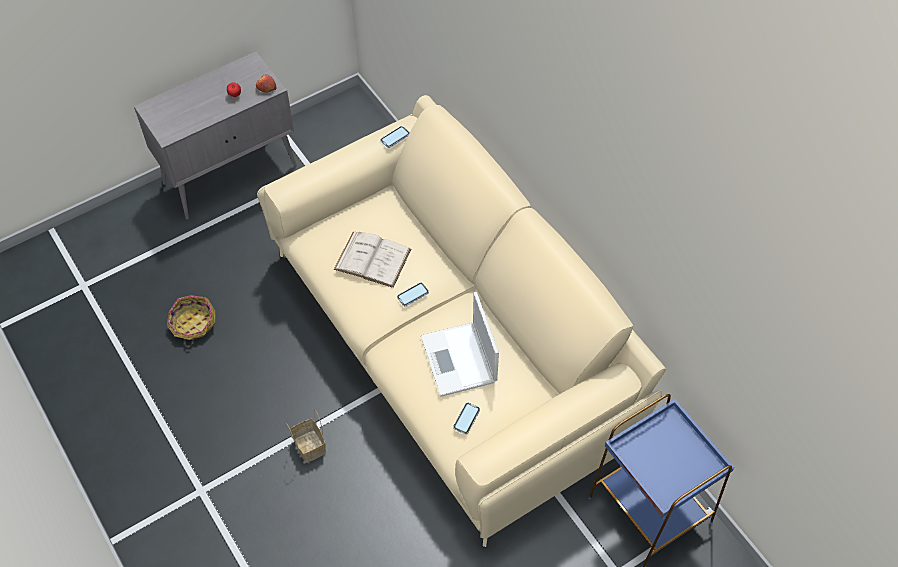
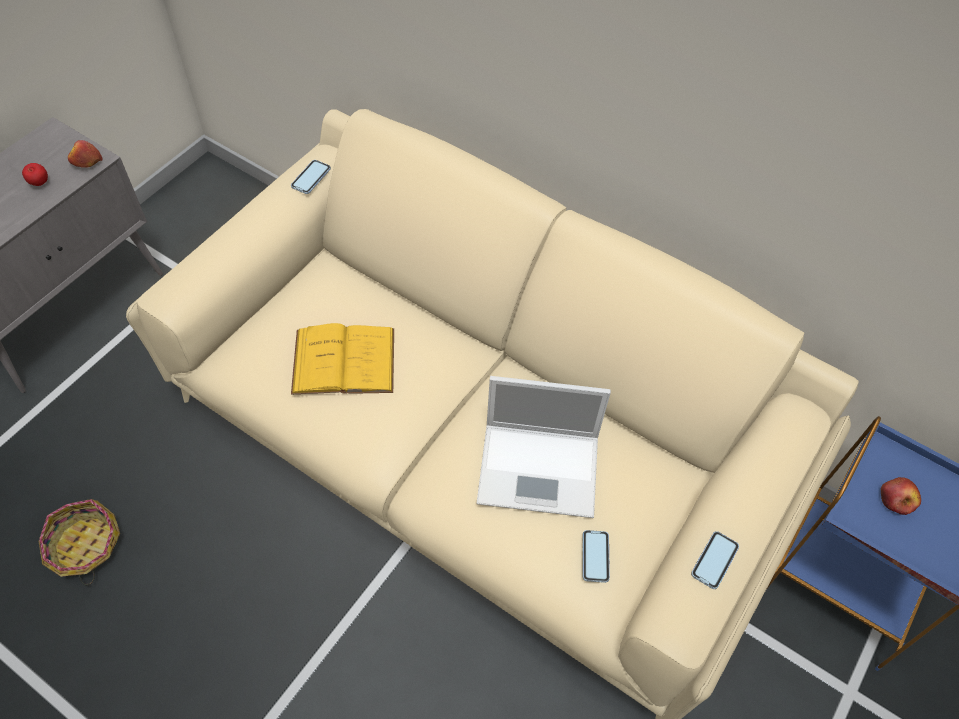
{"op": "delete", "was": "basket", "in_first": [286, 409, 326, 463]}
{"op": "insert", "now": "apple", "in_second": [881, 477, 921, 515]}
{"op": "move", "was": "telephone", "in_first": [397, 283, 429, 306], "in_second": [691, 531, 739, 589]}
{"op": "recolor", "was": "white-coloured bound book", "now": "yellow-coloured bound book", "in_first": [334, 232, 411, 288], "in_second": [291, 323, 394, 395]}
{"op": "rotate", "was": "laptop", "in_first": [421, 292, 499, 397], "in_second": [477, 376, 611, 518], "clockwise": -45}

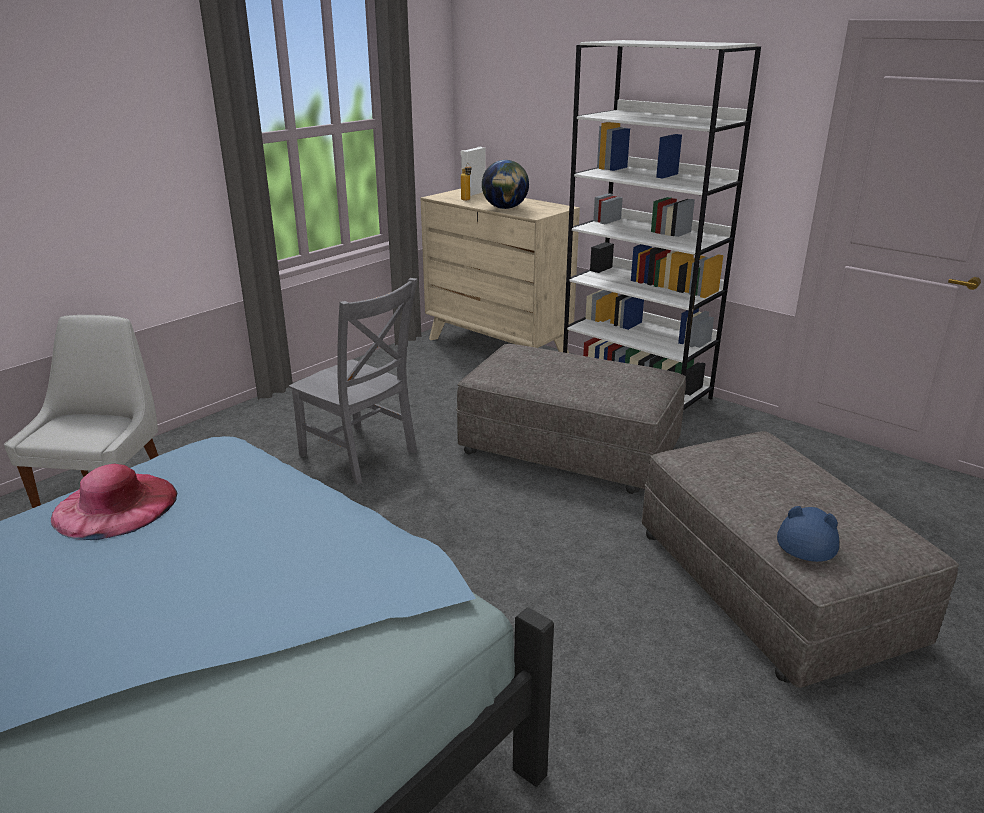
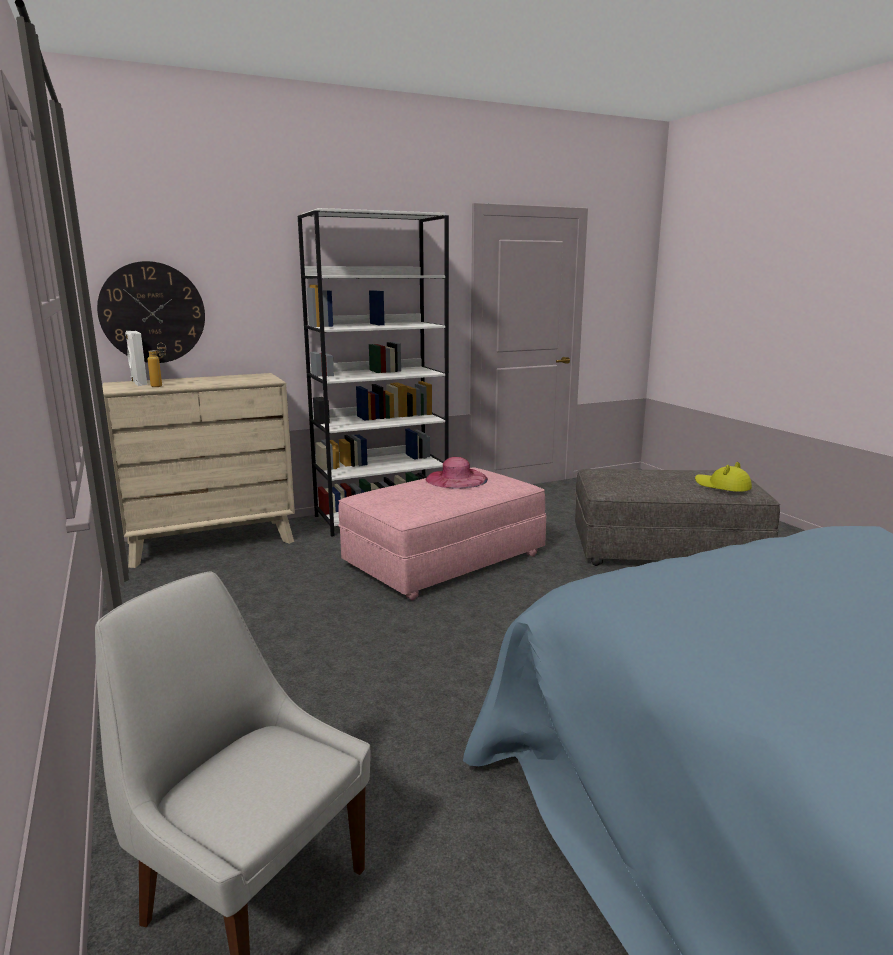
{"op": "delete", "was": "greyish chair", "in_first": [289, 278, 418, 485]}
{"op": "delete", "was": "world globe", "in_first": [482, 160, 529, 209]}
{"op": "insert", "now": "wall clock", "in_second": [97, 261, 205, 363]}
{"op": "move", "was": "pink wearable hat", "in_first": [51, 463, 177, 540], "in_second": [426, 457, 488, 489]}
{"op": "recolor", "was": "greyish footrest", "now": "pink footrest", "in_first": [456, 344, 686, 494], "in_second": [338, 467, 546, 600]}
{"op": "recolor", "was": "bluish wearable hat", "now": "yellow-coloured wearable hat", "in_first": [777, 506, 839, 562], "in_second": [695, 462, 752, 492]}

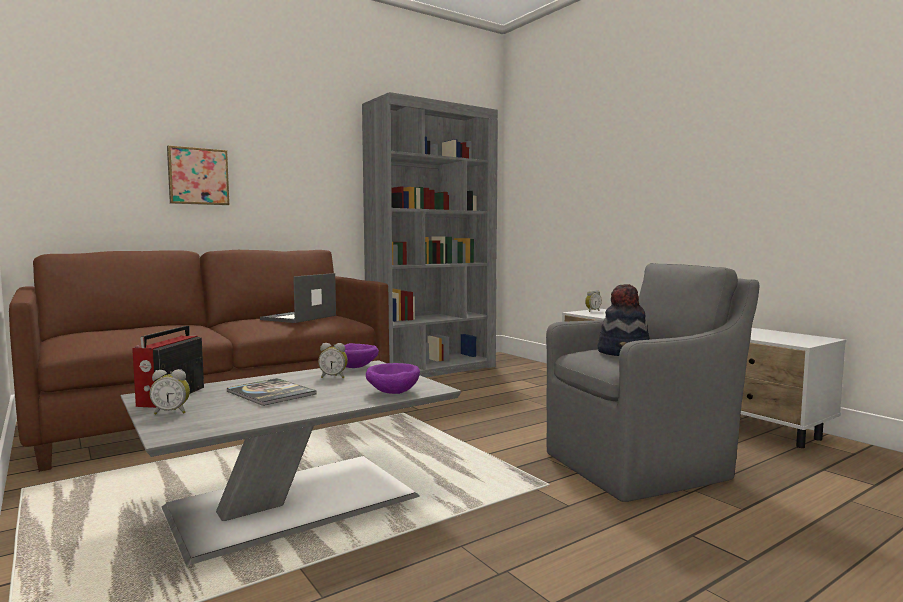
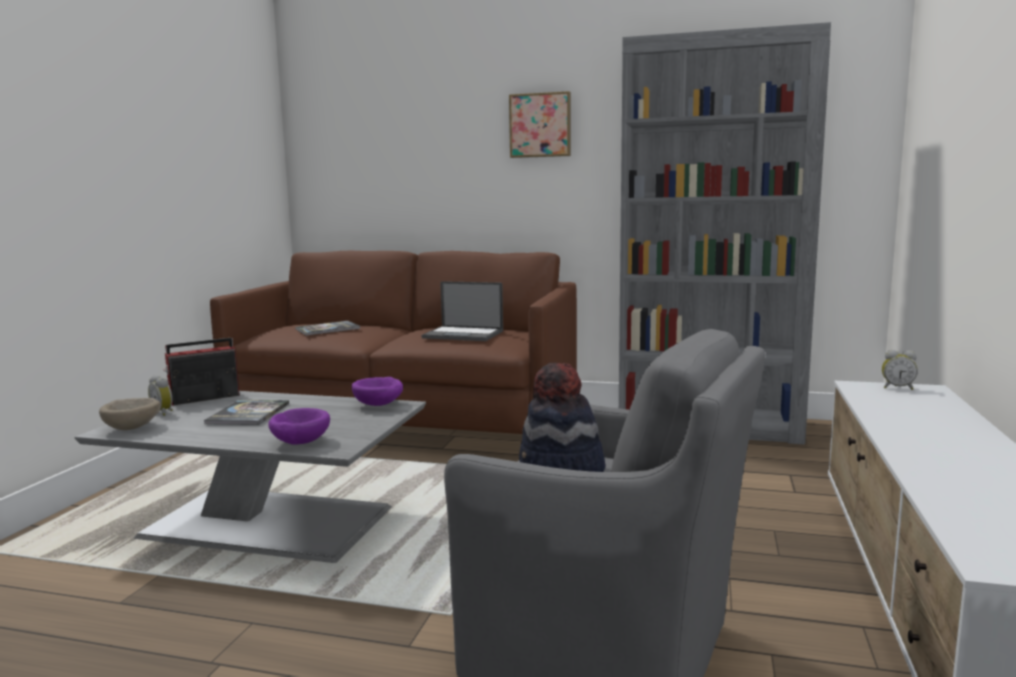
{"op": "delete", "was": "table clock", "in_first": [318, 343, 348, 378]}
{"op": "insert", "now": "beige-coloured deep dish", "in_second": [99, 398, 161, 430]}
{"op": "insert", "now": "bound book", "in_second": [295, 321, 360, 336]}
{"op": "move", "was": "wall art", "in_first": [167, 145, 229, 205], "in_second": [509, 91, 571, 158]}
{"op": "rotate", "was": "laptop", "in_first": [260, 273, 336, 323], "in_second": [422, 281, 503, 341], "clockwise": -150}

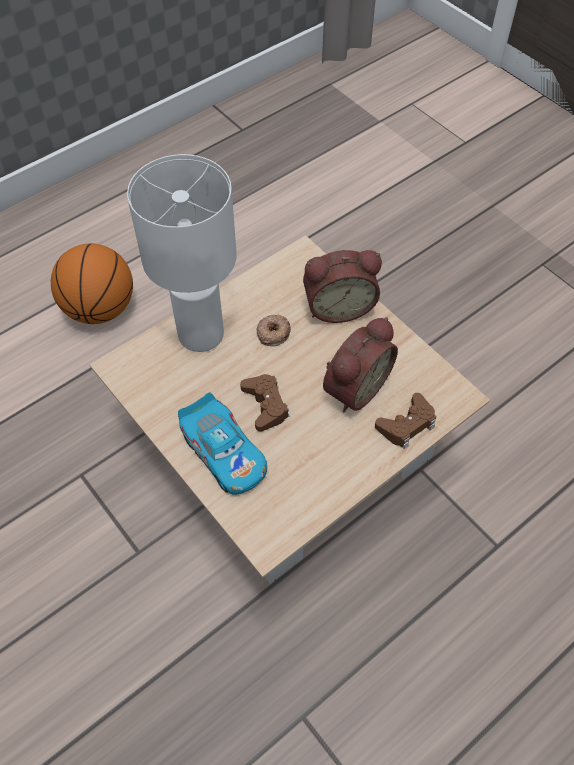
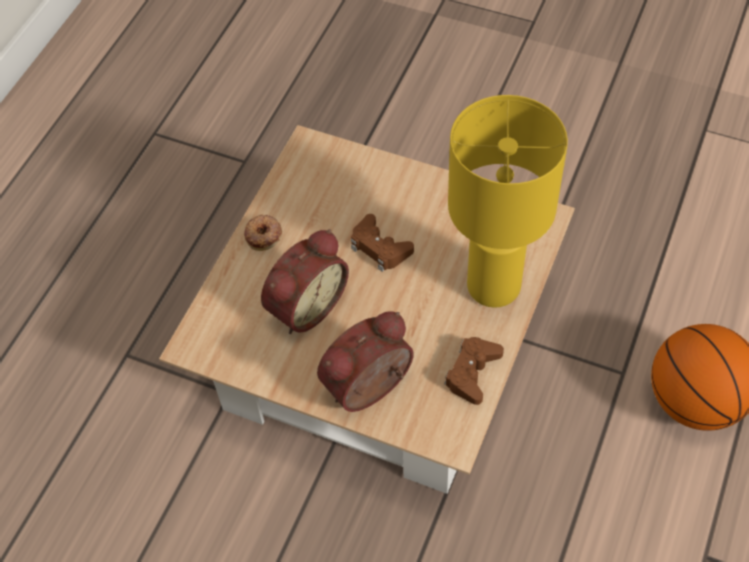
{"op": "delete", "was": "toy car", "in_first": [178, 393, 267, 495]}
{"op": "move", "was": "ring doughnut", "in_first": [257, 315, 291, 346], "in_second": [244, 214, 282, 251]}
{"op": "move", "was": "brown-coloured gamepad", "in_first": [375, 393, 436, 449], "in_second": [444, 337, 504, 405]}
{"op": "recolor", "was": "white-coloured lamp for a table", "now": "yellow-coloured lamp for a table", "in_first": [127, 154, 237, 352], "in_second": [448, 95, 568, 308]}
{"op": "rotate", "was": "table clock", "in_first": [323, 317, 398, 412], "in_second": [261, 229, 349, 334], "clockwise": -150}

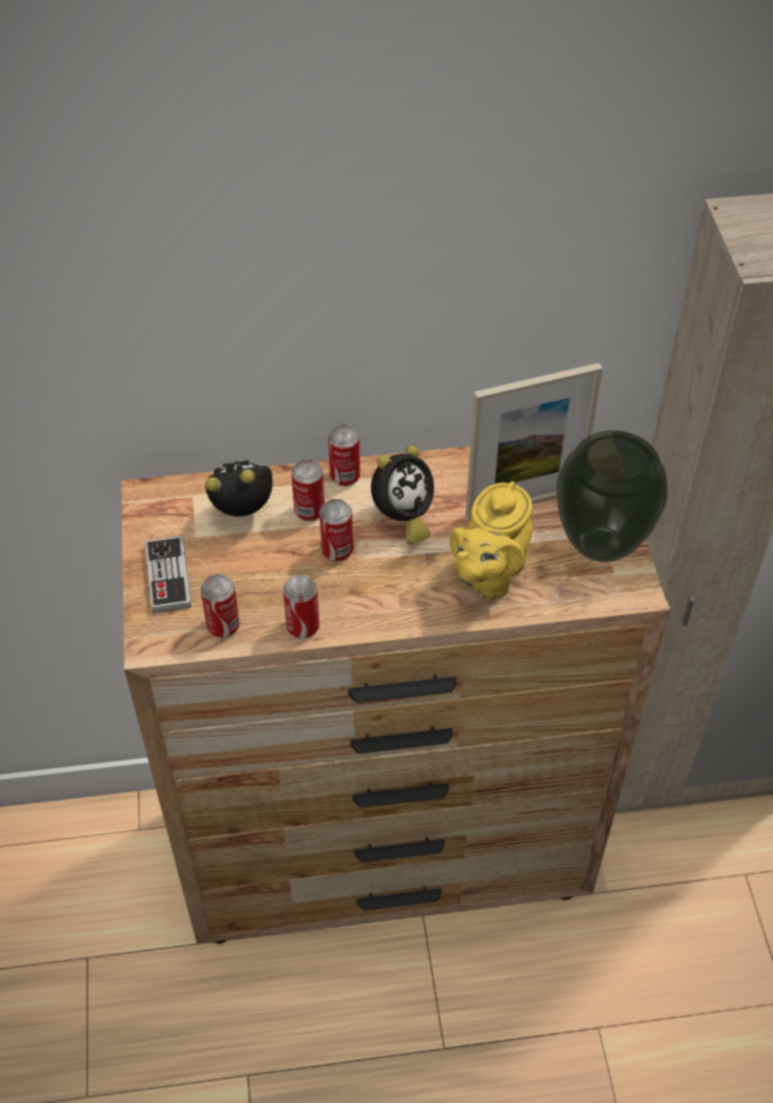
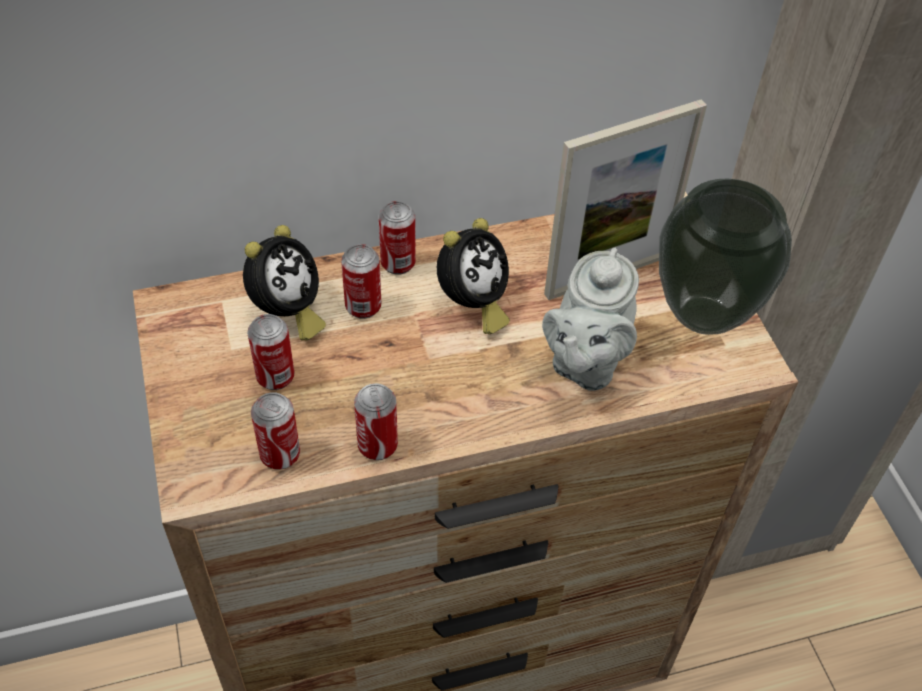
{"op": "delete", "was": "gamepad", "in_first": [145, 535, 191, 613]}
{"op": "move", "was": "can", "in_first": [319, 499, 353, 562], "in_second": [247, 314, 295, 390]}
{"op": "recolor", "was": "yellow-coloured tea pot", "now": "greyish tea pot", "in_first": [450, 481, 533, 600], "in_second": [542, 248, 639, 391]}
{"op": "rotate", "was": "table clock", "in_first": [205, 460, 273, 517], "in_second": [243, 225, 326, 341], "clockwise": 135}

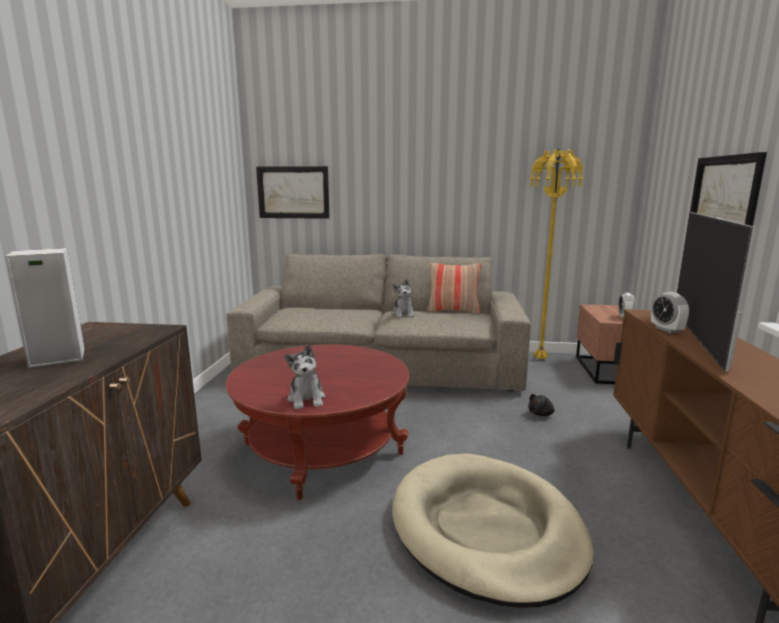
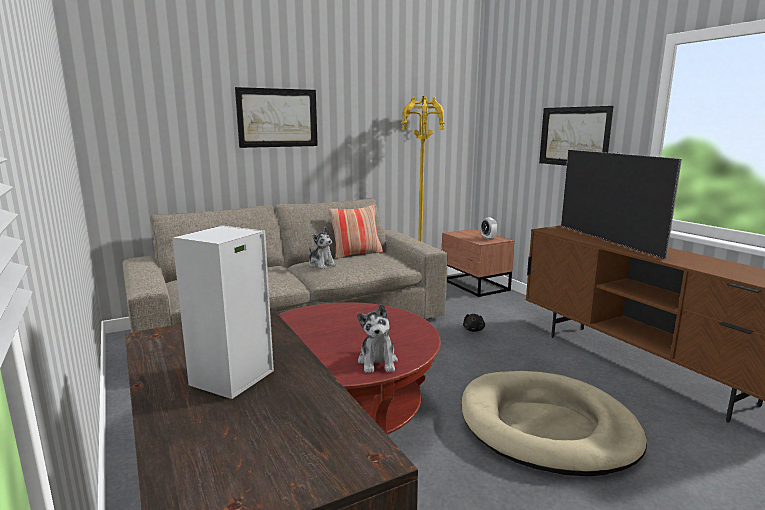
{"op": "delete", "was": "table clock", "in_first": [651, 292, 689, 333]}
{"op": "move", "was": "wall art", "in_first": [256, 166, 329, 219], "in_second": [235, 87, 318, 148]}
{"op": "rotate", "was": "cuddly toy", "in_first": [285, 344, 325, 409], "in_second": [357, 304, 398, 373], "clockwise": 45}

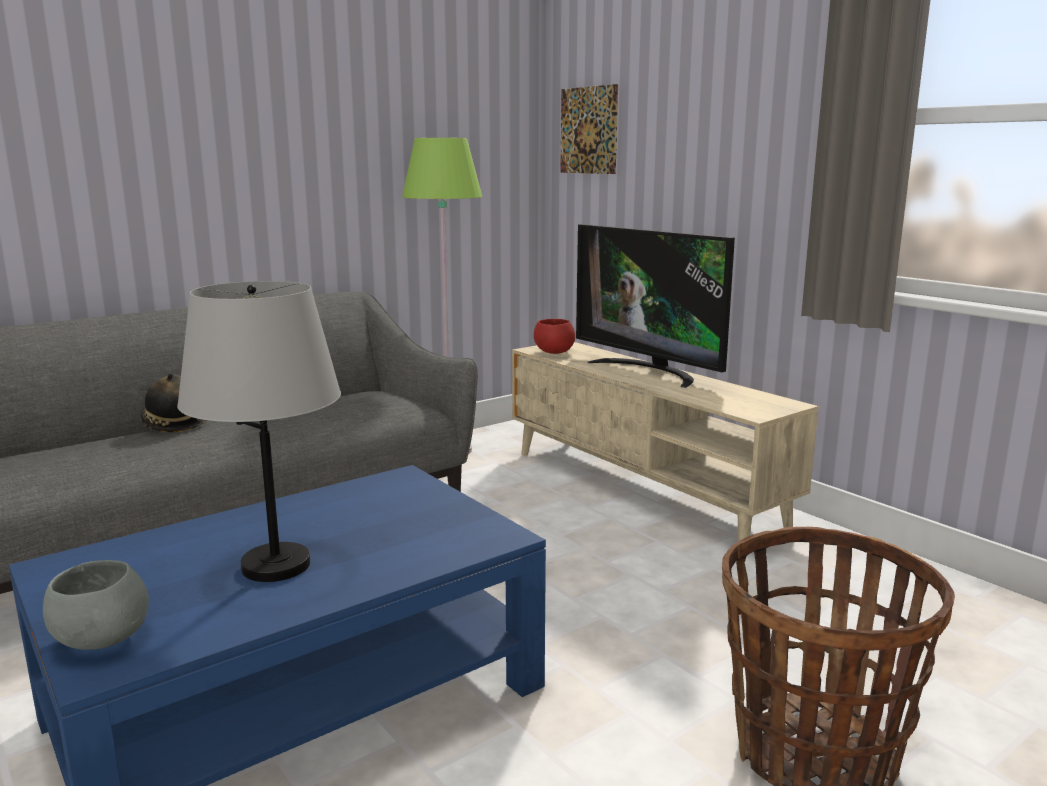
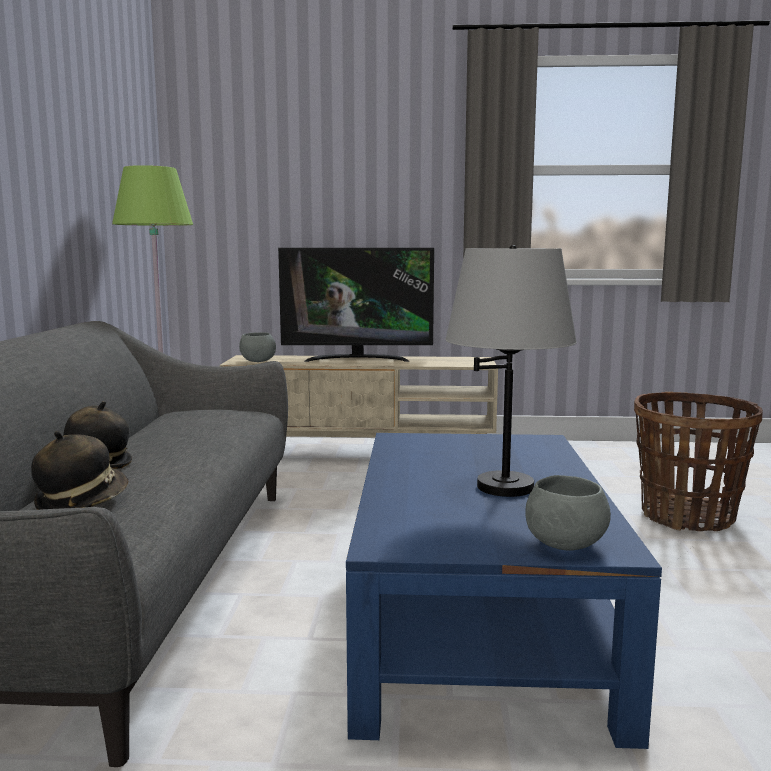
{"op": "delete", "was": "wall art", "in_first": [560, 84, 618, 174]}
{"op": "insert", "now": "wearable hat", "in_second": [31, 431, 128, 510]}
{"op": "recolor", "was": "reddish deep dish", "now": "greyish deep dish", "in_first": [534, 319, 575, 354], "in_second": [239, 332, 276, 362]}

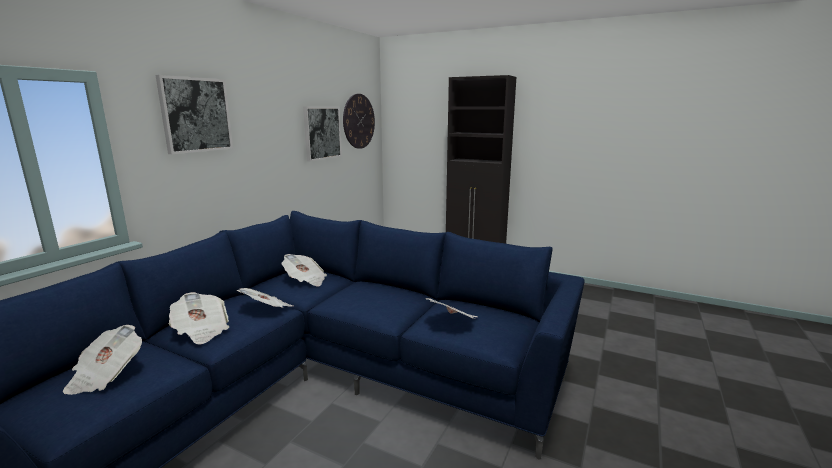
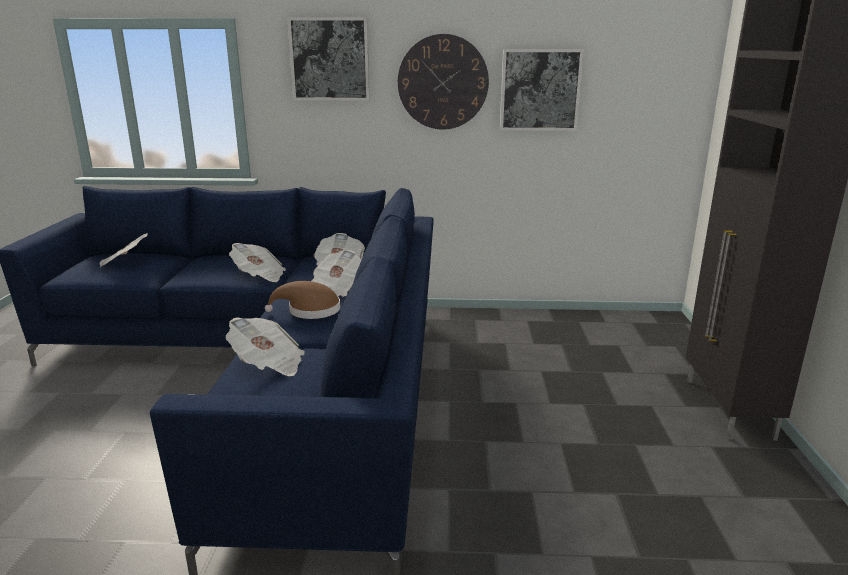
{"op": "insert", "now": "brown-coloured wearable hat", "in_second": [265, 281, 340, 319]}
{"op": "move", "was": "daily paper", "in_first": [169, 292, 229, 344], "in_second": [312, 250, 362, 297]}
{"op": "move", "was": "wall clock", "in_first": [343, 94, 375, 149], "in_second": [398, 34, 489, 129]}

